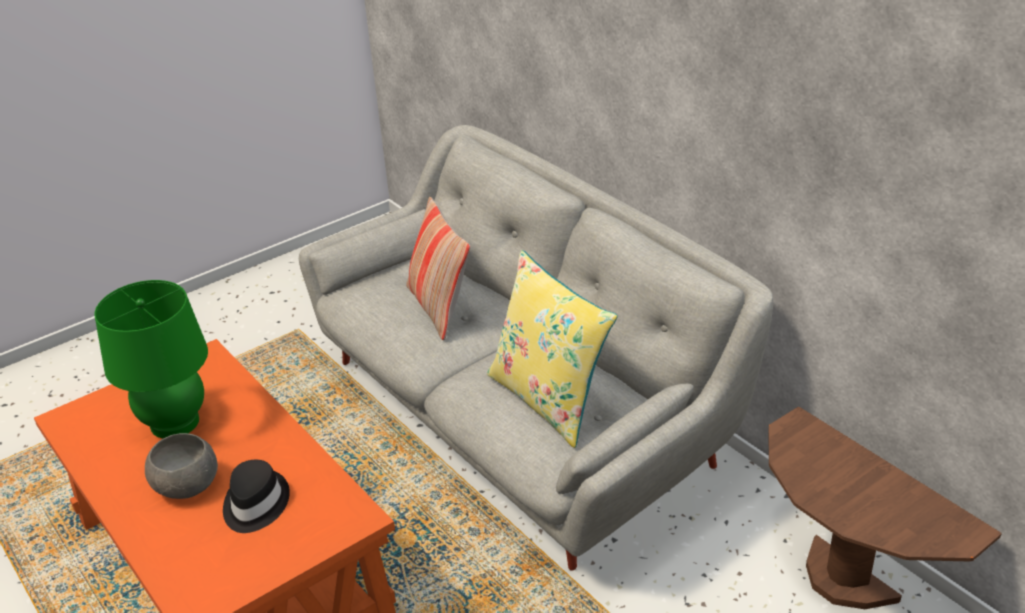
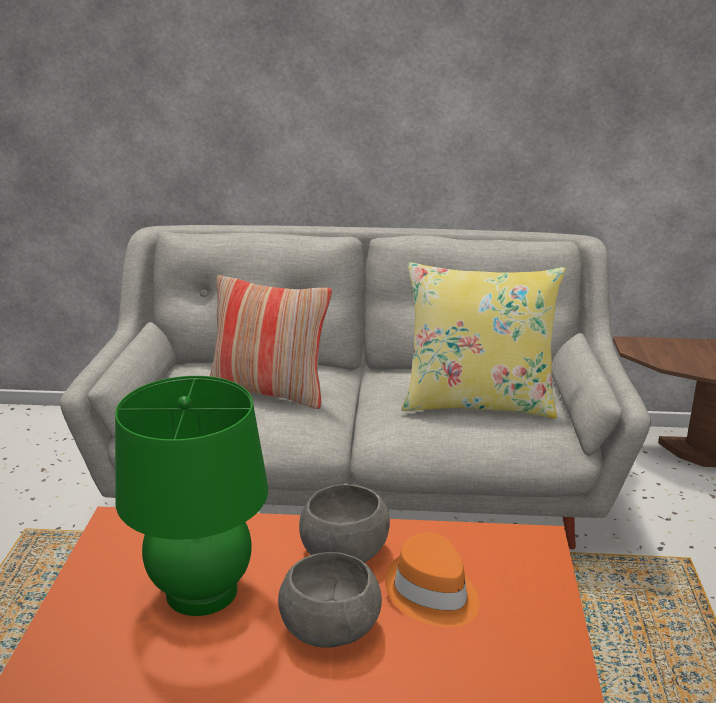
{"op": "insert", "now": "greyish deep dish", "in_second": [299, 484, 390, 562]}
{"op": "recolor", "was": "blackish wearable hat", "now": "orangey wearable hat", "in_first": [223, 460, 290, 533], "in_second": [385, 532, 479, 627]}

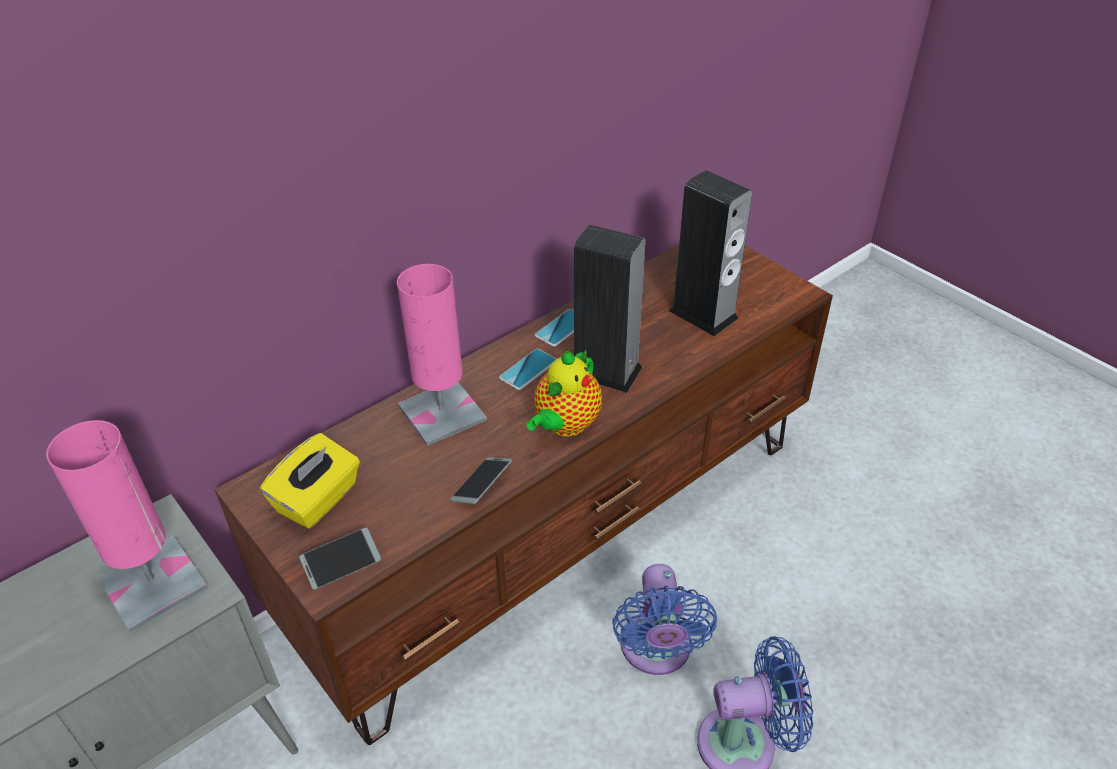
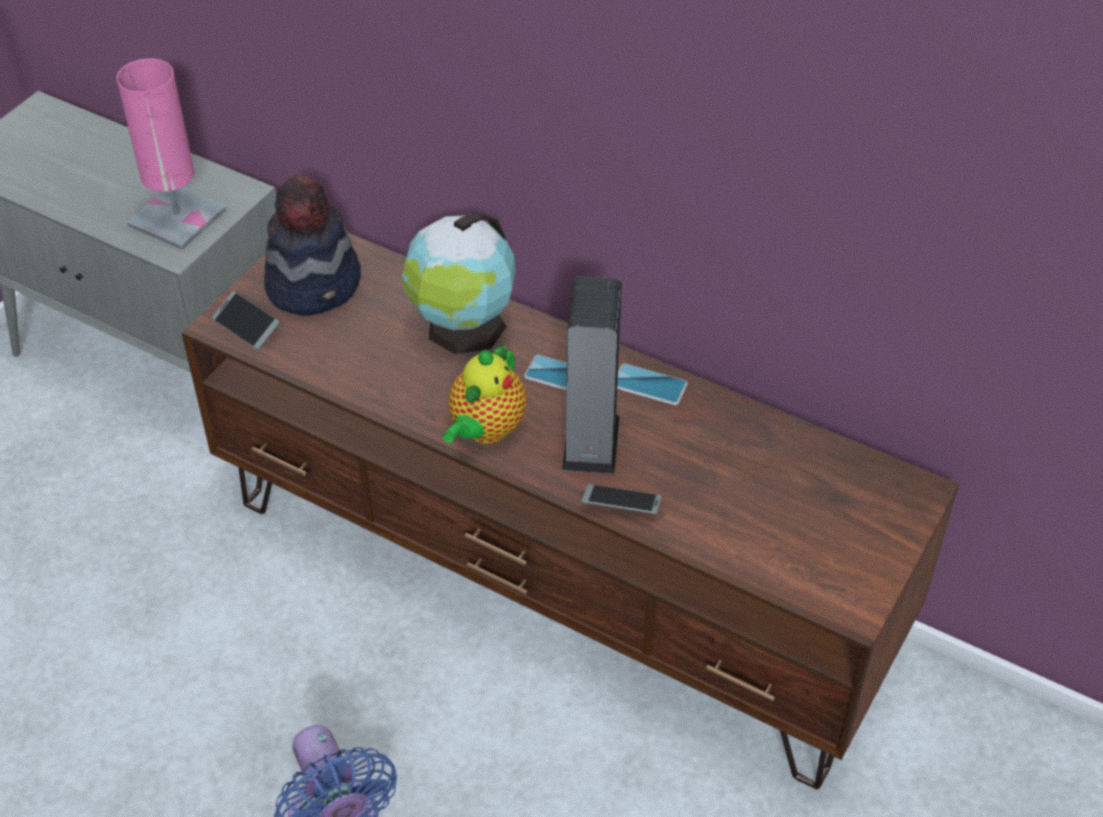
{"op": "delete", "was": "bluish cooling fan", "in_first": [612, 564, 717, 675]}
{"op": "delete", "was": "loudspeaker", "in_first": [669, 170, 752, 336]}
{"op": "move", "was": "telephone", "in_first": [450, 457, 512, 504], "in_second": [582, 484, 661, 514]}
{"op": "replace", "was": "yellow-coloured tissue holder", "now": "wearable hat", "in_first": [260, 433, 360, 529], "in_second": [264, 175, 361, 315]}
{"op": "replace", "was": "pink lamp for a table", "now": "world globe", "in_first": [397, 264, 487, 446], "in_second": [402, 212, 515, 355]}
{"op": "rotate", "was": "tea pot", "in_first": [526, 351, 602, 437], "in_second": [443, 344, 526, 444], "clockwise": -75}

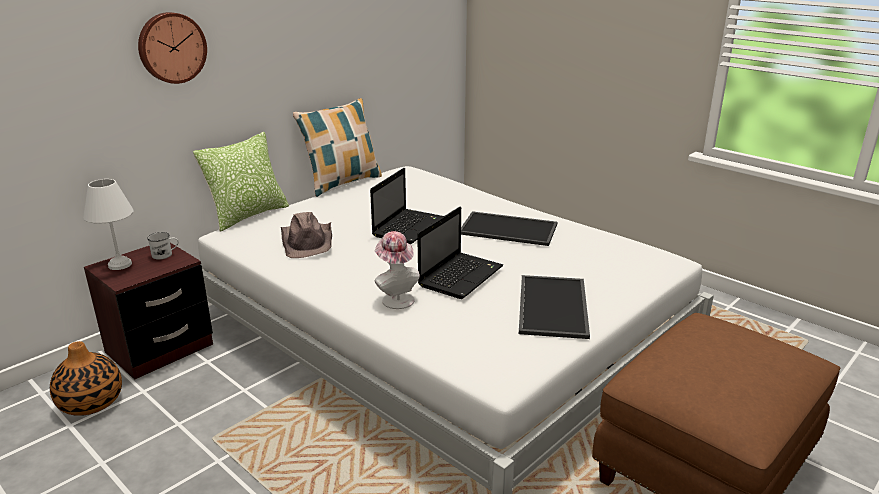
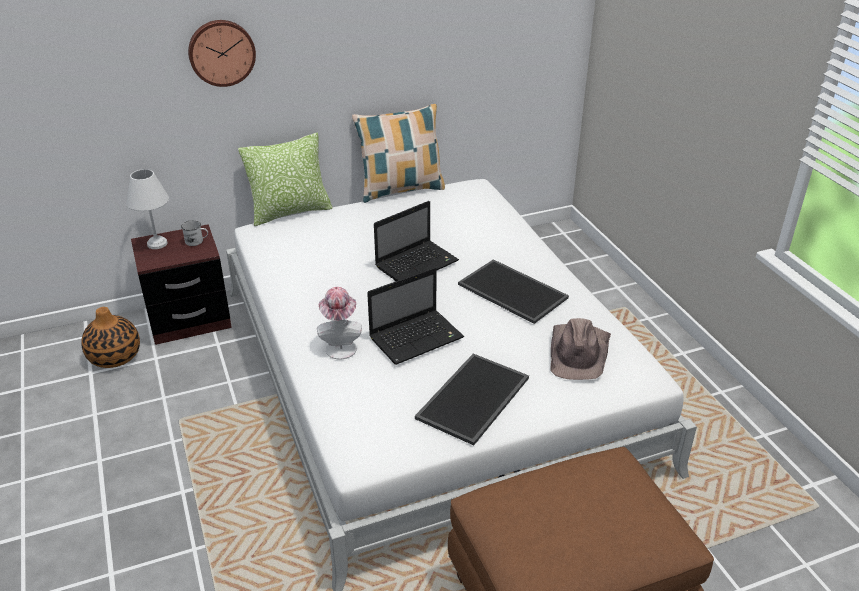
{"op": "move", "was": "brown-coloured wearable hat", "in_first": [281, 212, 332, 258], "in_second": [550, 318, 611, 380]}

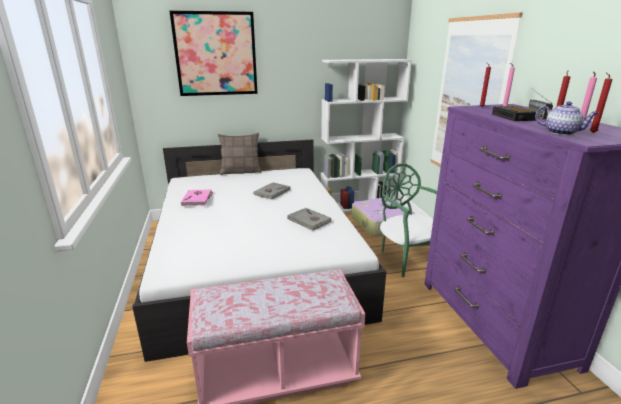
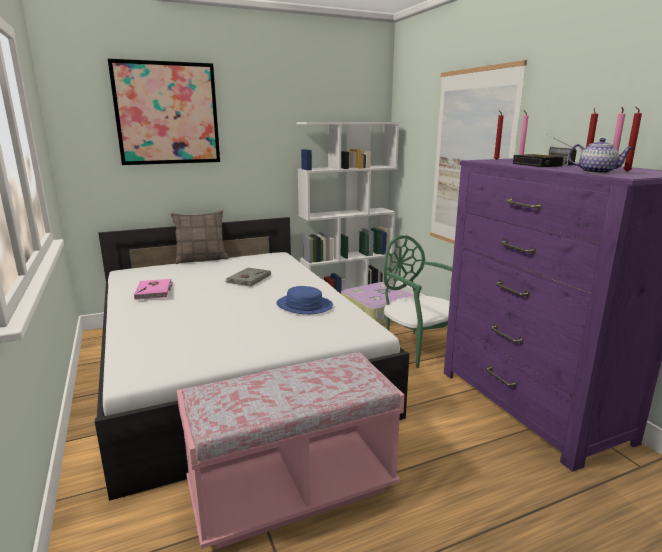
{"op": "replace", "was": "greyish bound book", "now": "bluish wearable hat", "in_first": [288, 208, 331, 230], "in_second": [276, 286, 333, 314]}

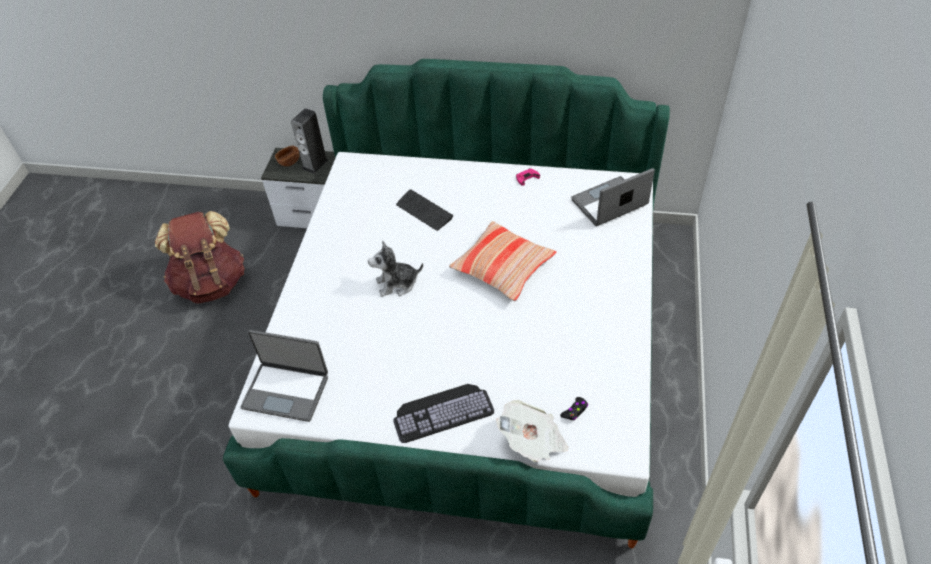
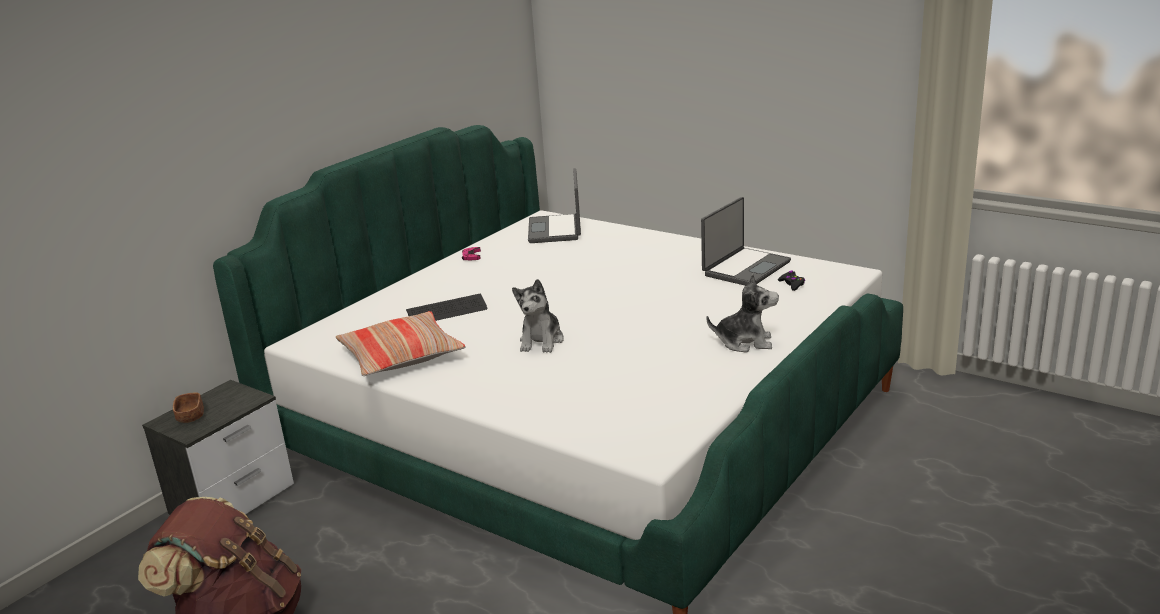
{"op": "delete", "was": "loudspeaker", "in_first": [291, 108, 328, 174]}
{"op": "delete", "was": "daily paper", "in_first": [496, 400, 568, 462]}
{"op": "move", "was": "laptop", "in_first": [240, 330, 328, 422], "in_second": [701, 197, 791, 286]}
{"op": "move", "was": "pillow", "in_first": [449, 221, 556, 301], "in_second": [336, 311, 465, 376]}
{"op": "replace", "was": "computer keyboard", "now": "cuddly toy", "in_first": [393, 384, 494, 443], "in_second": [707, 274, 779, 353]}

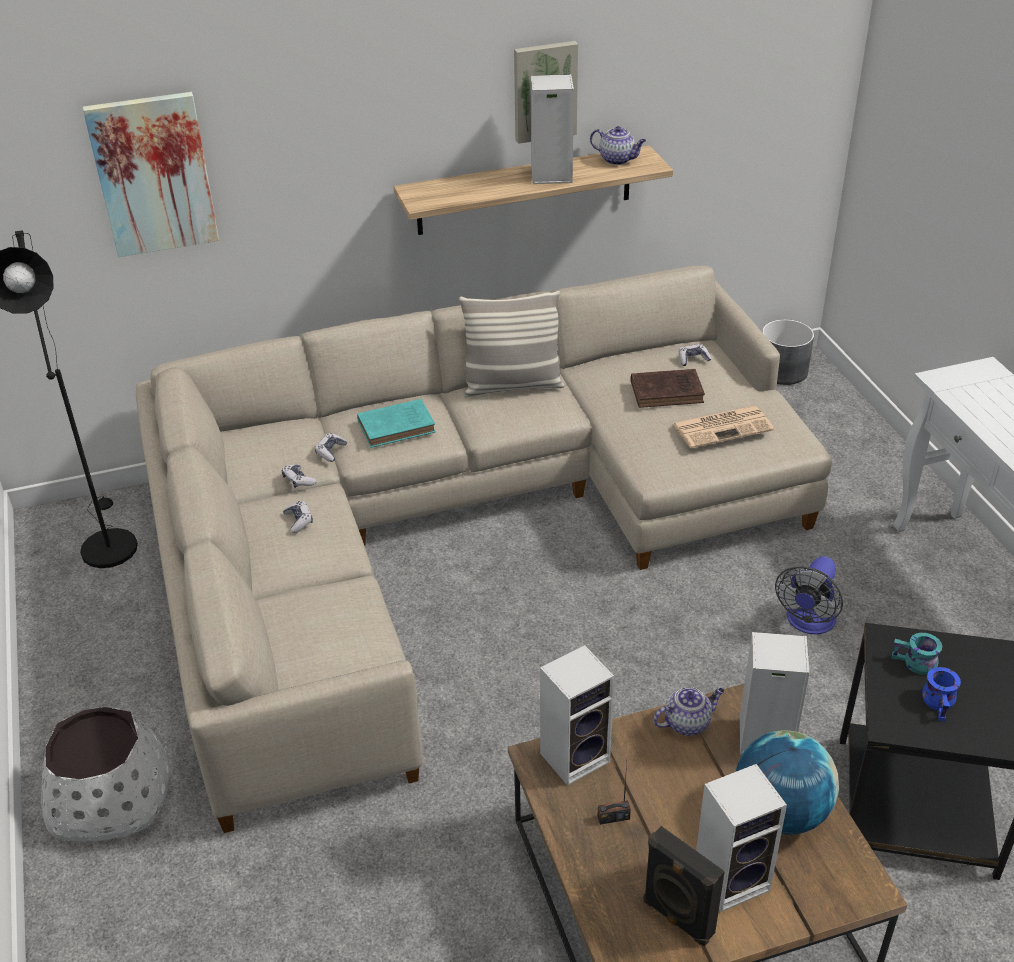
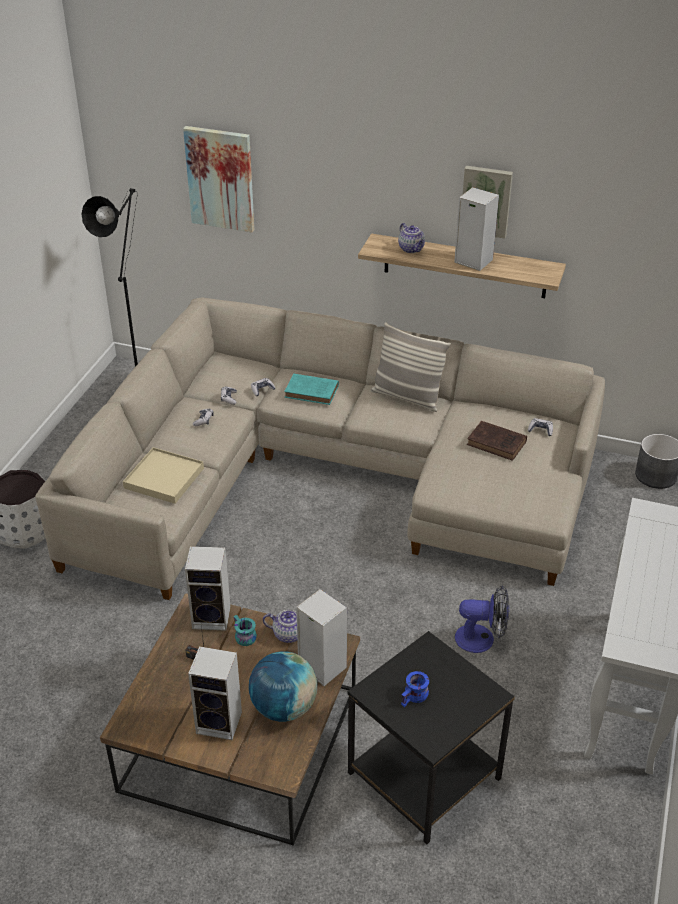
{"op": "delete", "was": "blackish loudspeaker", "in_first": [643, 826, 725, 946]}
{"op": "delete", "was": "daily paper", "in_first": [672, 406, 774, 448]}
{"op": "insert", "now": "beige-coloured tray", "in_second": [123, 447, 204, 504]}
{"op": "move", "was": "tea pot", "in_first": [590, 126, 646, 165], "in_second": [398, 223, 425, 253]}
{"op": "move", "was": "turquoise mug", "in_first": [891, 633, 942, 675], "in_second": [234, 615, 257, 646]}
{"op": "rotate", "was": "cooling fan", "in_first": [775, 556, 843, 634], "in_second": [455, 585, 509, 653], "clockwise": -150}

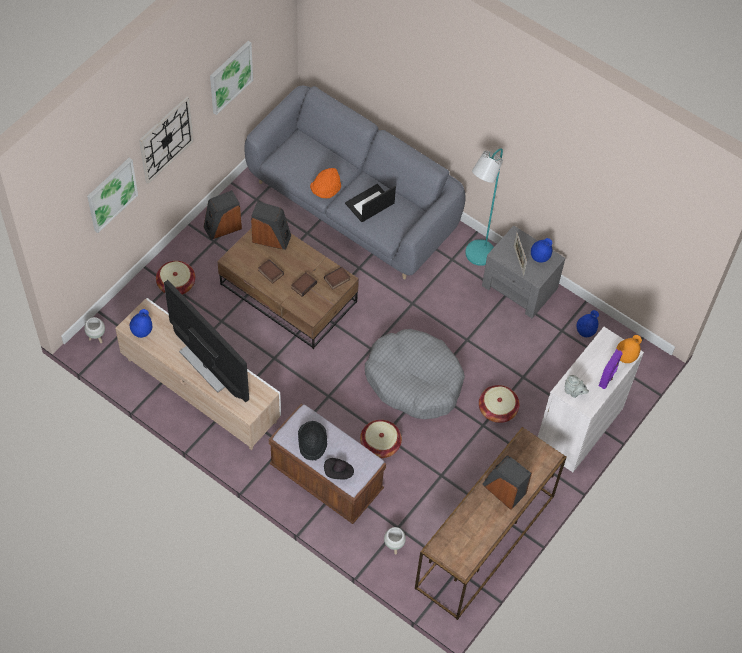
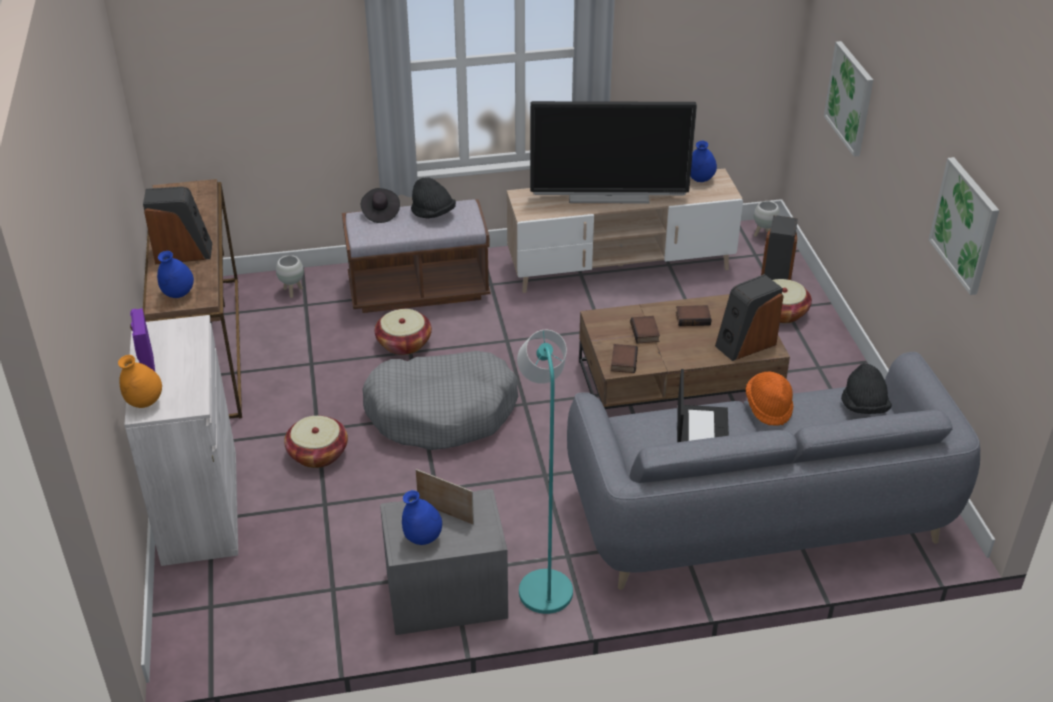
{"op": "delete", "was": "wall clock", "in_first": [139, 96, 194, 184]}
{"op": "delete", "was": "greyish tea pot", "in_first": [565, 375, 589, 398]}
{"op": "insert", "now": "blackish wearable hat", "in_second": [841, 363, 892, 414]}
{"op": "move", "was": "loudspeaker", "in_first": [204, 190, 242, 240], "in_second": [761, 215, 798, 280]}
{"op": "move", "was": "bluish vase", "in_first": [577, 310, 599, 337], "in_second": [157, 251, 194, 298]}

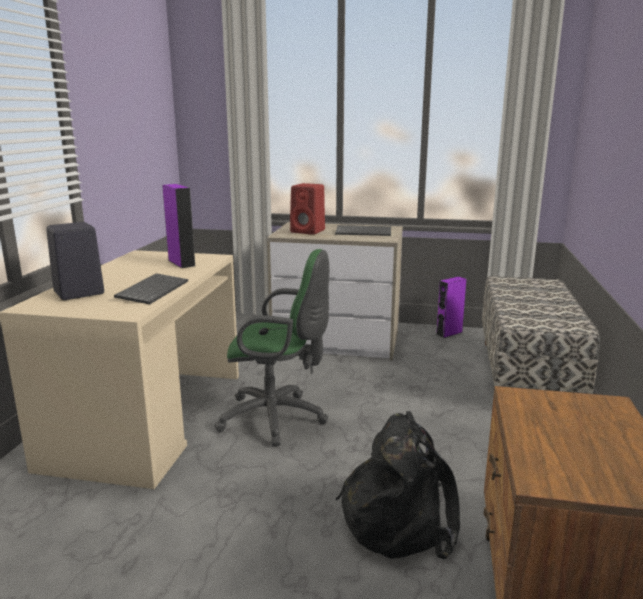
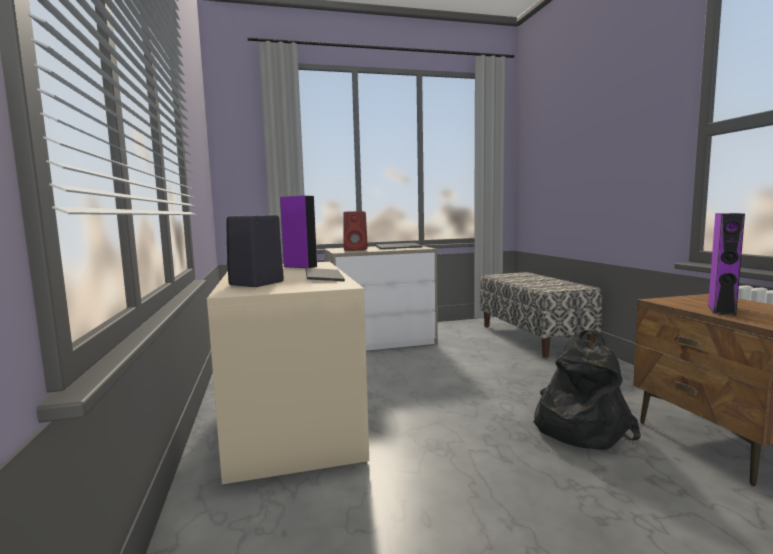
{"op": "delete", "was": "green office chair", "in_first": [214, 249, 329, 447]}
{"op": "move", "was": "purple loudspeaker", "in_first": [436, 276, 466, 338], "in_second": [708, 213, 745, 315]}

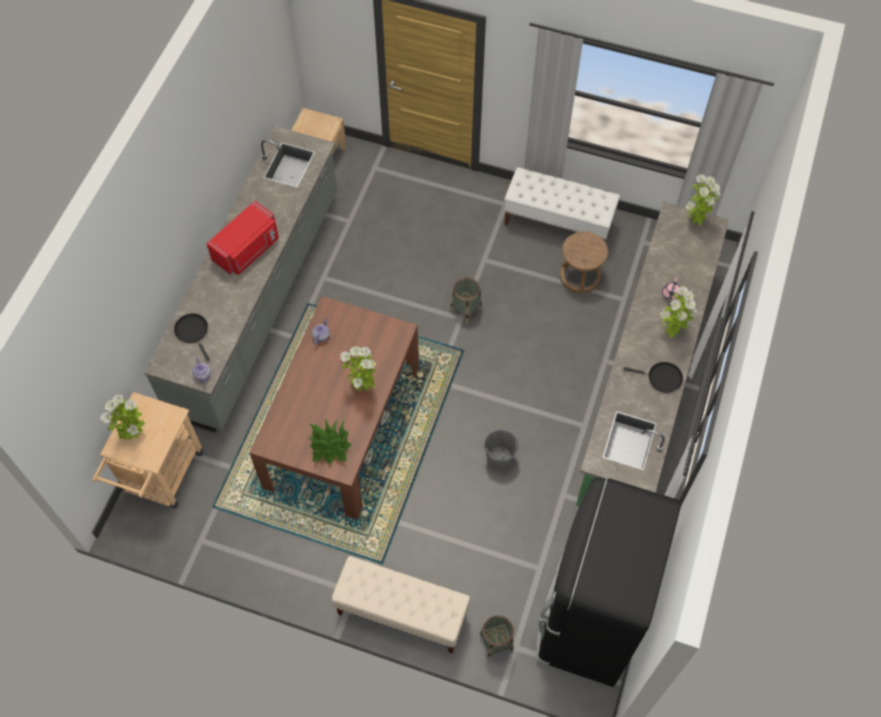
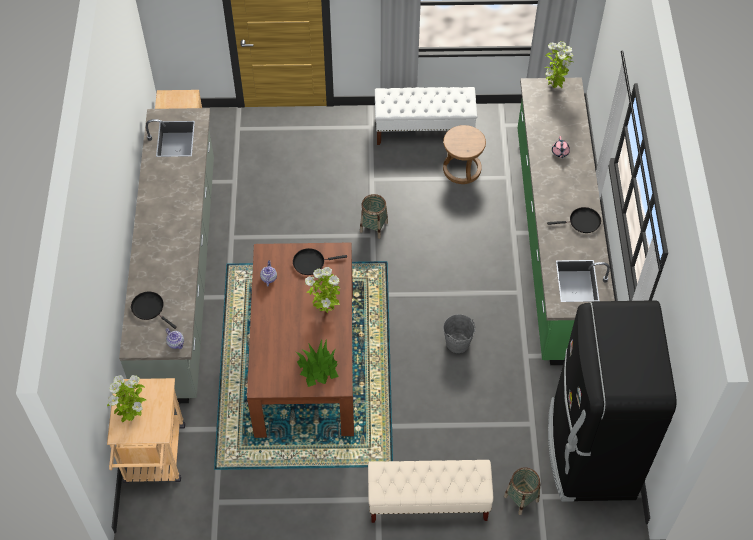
{"op": "delete", "was": "reddish microwave", "in_first": [206, 201, 279, 275]}
{"op": "delete", "was": "potted plant", "in_first": [660, 286, 698, 338]}
{"op": "insert", "now": "blackish skillet", "in_second": [293, 248, 347, 275]}

